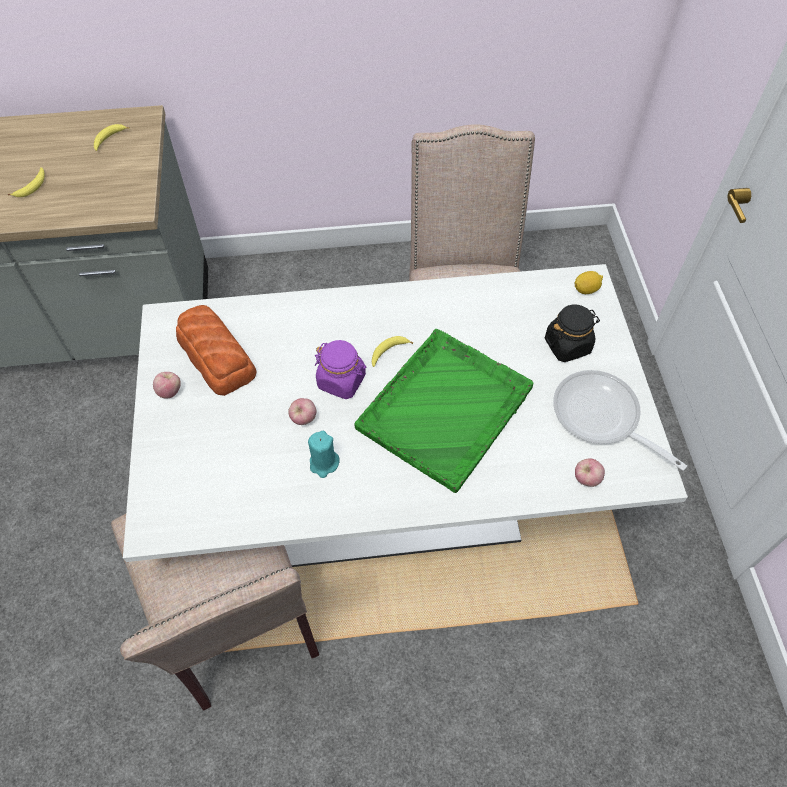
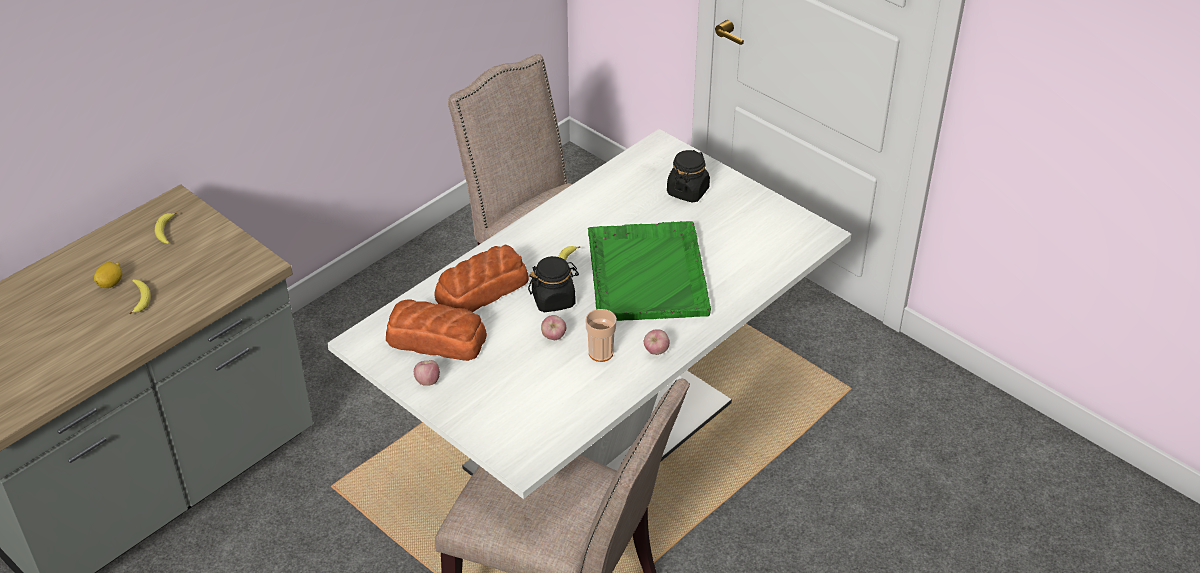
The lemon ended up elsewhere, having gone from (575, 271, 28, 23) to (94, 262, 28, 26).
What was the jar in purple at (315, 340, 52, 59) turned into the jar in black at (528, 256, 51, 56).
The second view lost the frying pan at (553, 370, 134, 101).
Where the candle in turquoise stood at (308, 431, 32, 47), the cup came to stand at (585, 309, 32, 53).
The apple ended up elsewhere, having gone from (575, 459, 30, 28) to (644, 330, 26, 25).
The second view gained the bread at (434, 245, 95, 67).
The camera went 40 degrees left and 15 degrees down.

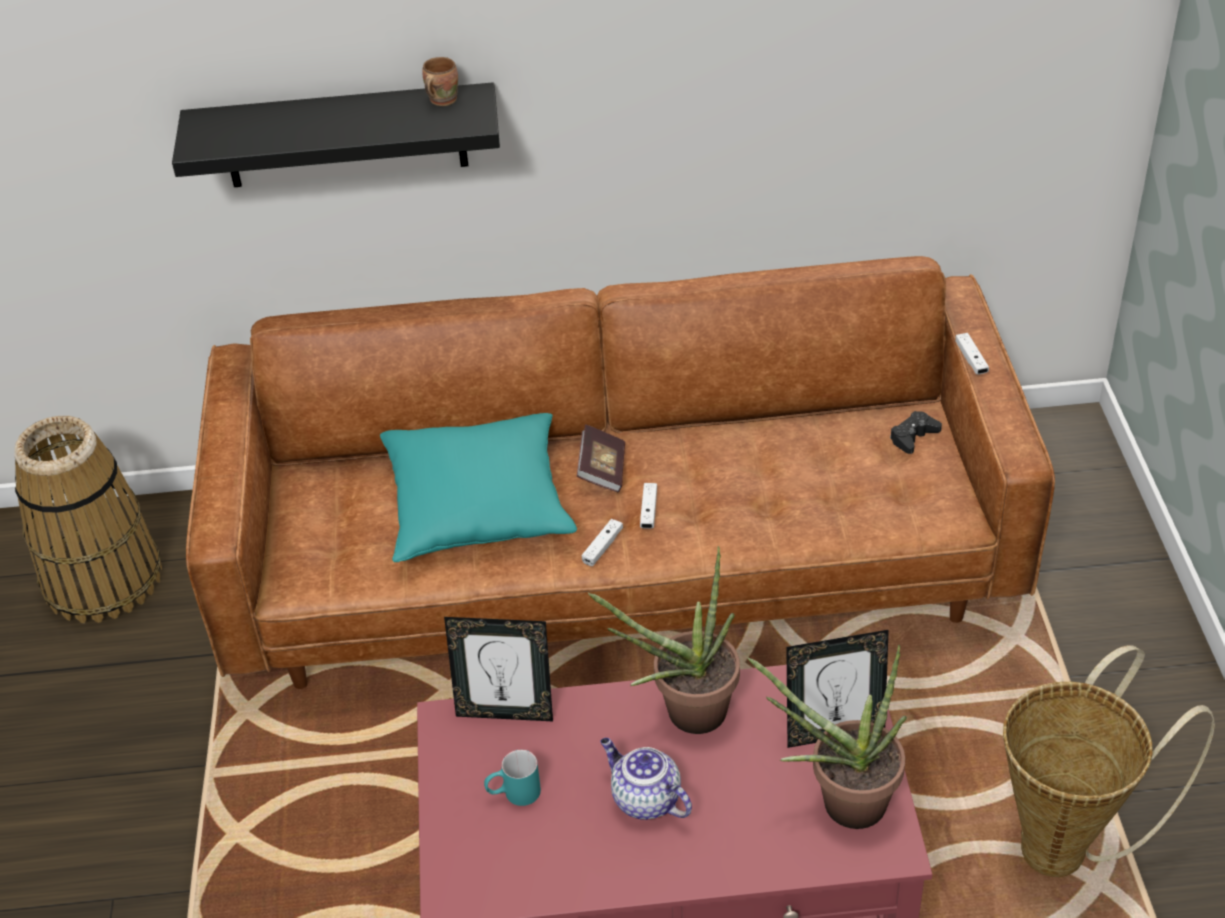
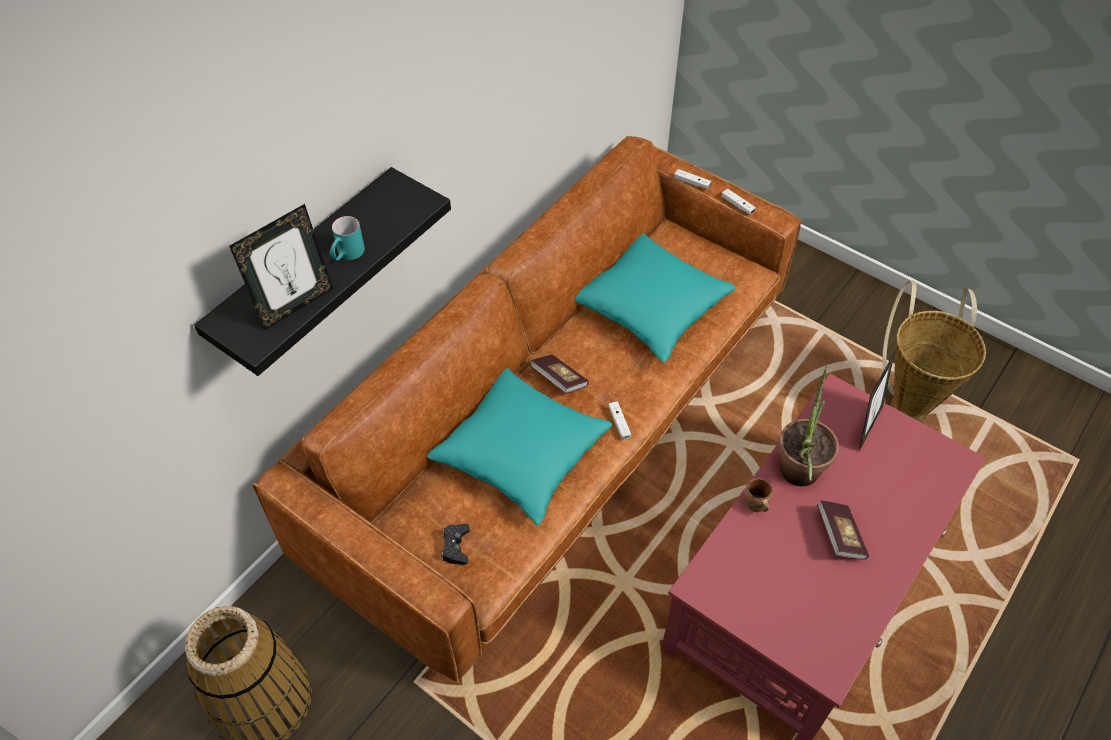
The mug in brown ended up elsewhere, having gone from (422, 57, 36, 49) to (745, 478, 27, 34).
The game controller in black ended up elsewhere, having gone from (890, 411, 52, 43) to (442, 524, 28, 41).
The game controller in white ended up elsewhere, having gone from (640, 483, 17, 46) to (722, 189, 34, 26).
The picture frame ended up elsewhere, having gone from (444, 617, 109, 104) to (229, 204, 104, 126).
The second view lost the potted plant at (747, 645, 160, 184).
Where the teapot stood at (600, 738, 92, 82), the book came to stand at (817, 500, 52, 60).
The mug in turquoise ended up elsewhere, having gone from (484, 750, 57, 56) to (329, 216, 36, 45).
The second view gained the pillow in turquoise at (575, 233, 161, 130).
The camera went 50 degrees left and 10 degrees up.

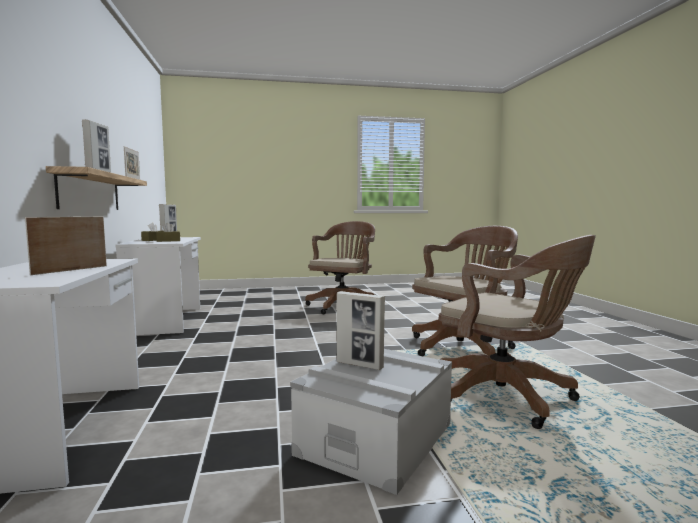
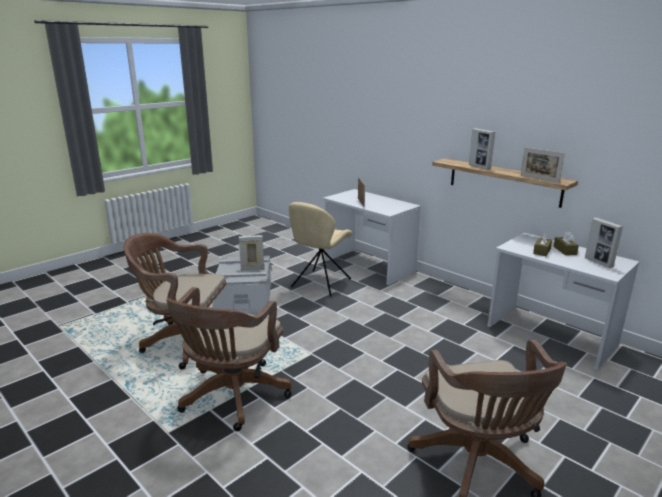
The second view gained the chair in beige at (289, 202, 63, 95).
The camera went 145 degrees right and 15 degrees up.

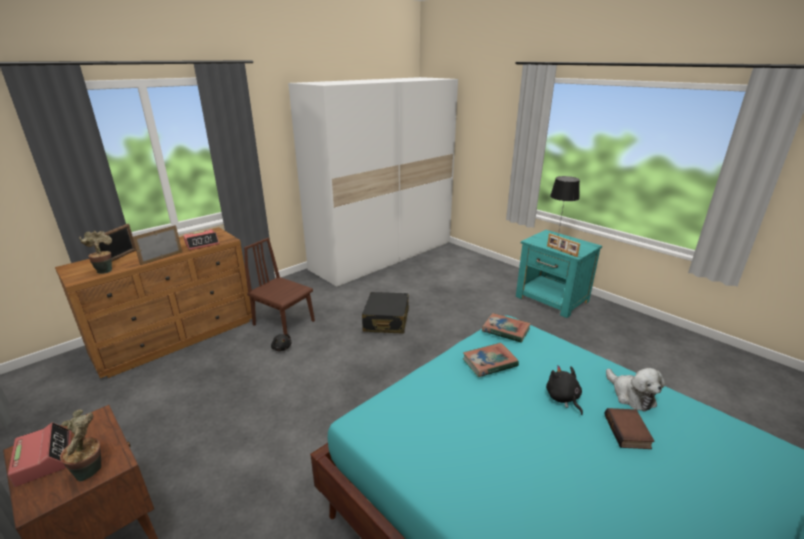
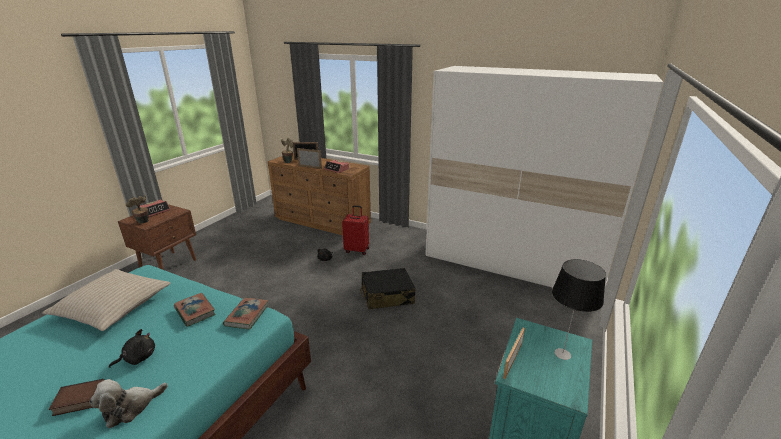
Where the chair in brown stood at (244, 238, 71, 97), the suitcase in red came to stand at (342, 205, 27, 50).
The second view gained the pillow in beige at (42, 269, 129, 62).
The camera went 70 degrees right and 0 degrees up.

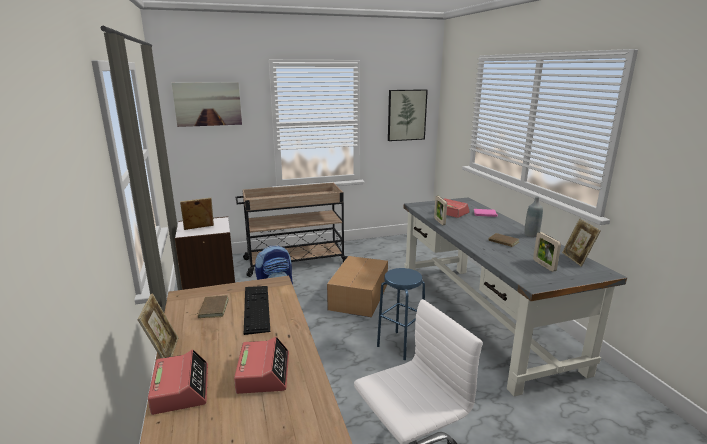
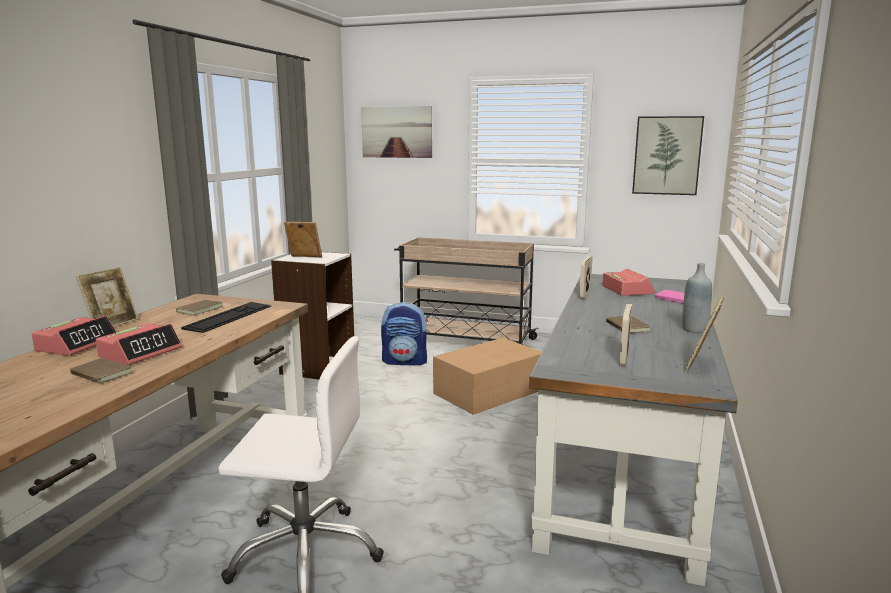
The second view lost the stool in blue at (377, 268, 48, 92).
The second view gained the book in brown at (70, 358, 62, 26).
The camera went 35 degrees right and 5 degrees down.

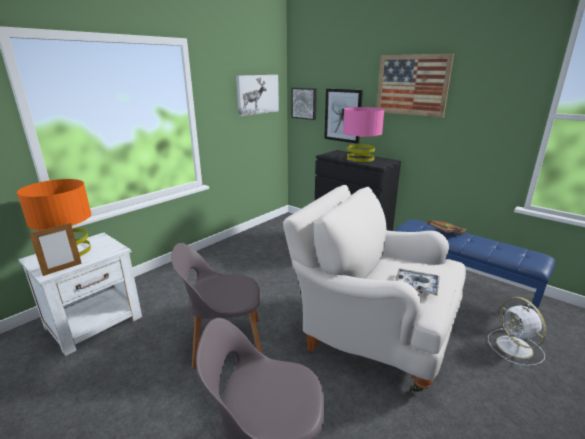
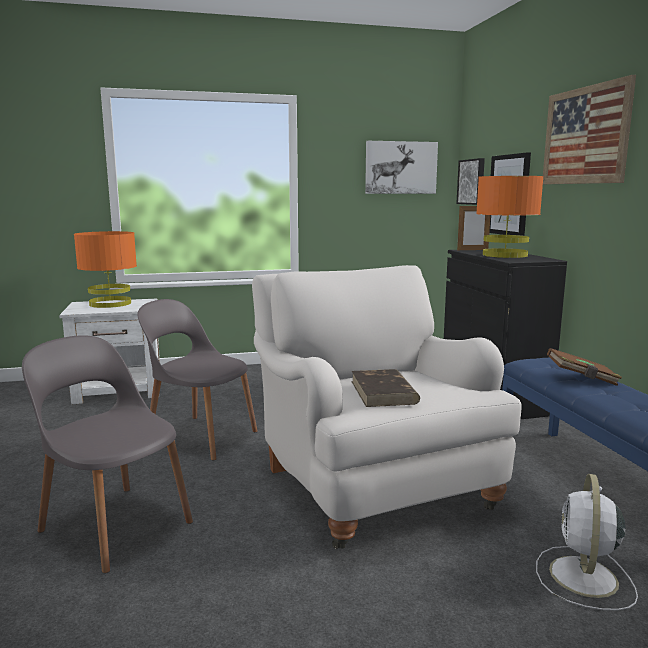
What was the table lamp in pink at (343, 107, 41, 55) turned into the table lamp in orange at (476, 176, 68, 82).
The picture frame ended up elsewhere, having gone from (29, 223, 53, 53) to (457, 204, 34, 46).
Where the tray stood at (395, 268, 45, 28), the book in brown came to stand at (351, 369, 69, 38).
The camera went 35 degrees right and 10 degrees down.

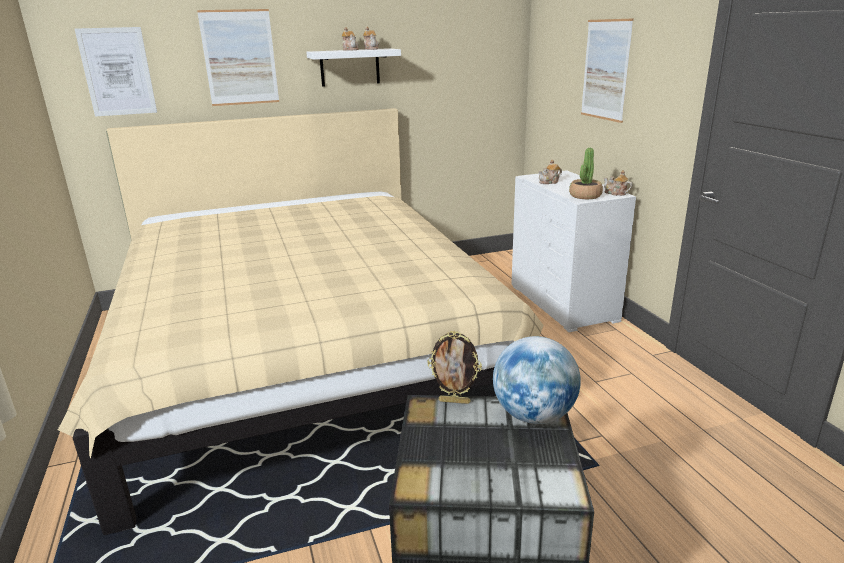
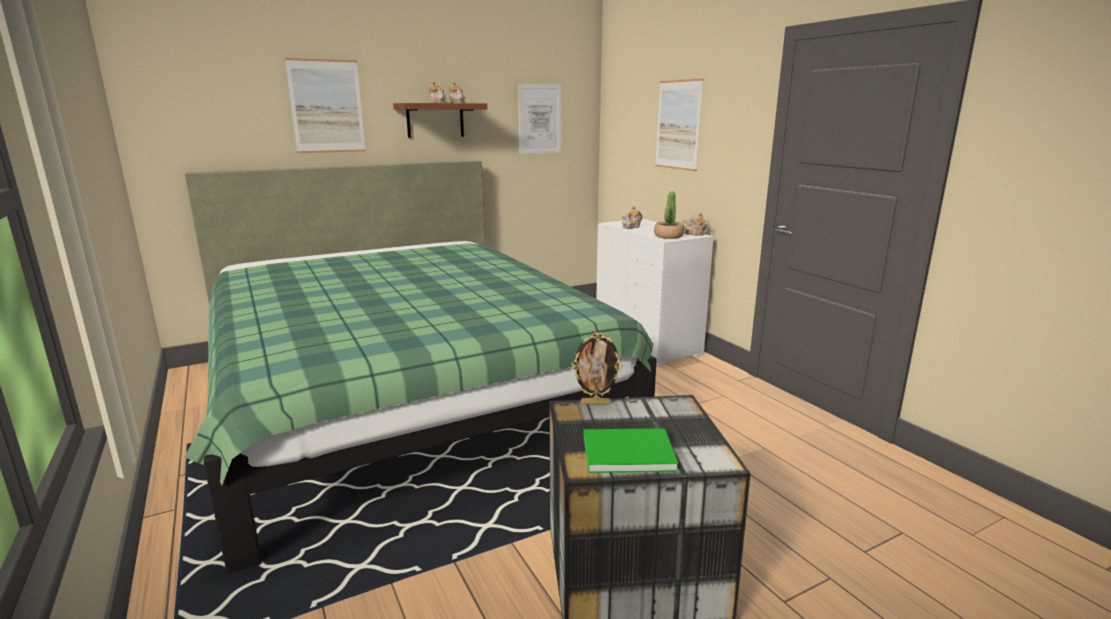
The picture ended up elsewhere, having gone from (75, 27, 82, 90) to (518, 84, 43, 70).
What was the shelf in white at (306, 48, 95, 39) turned into the shelf in brown at (393, 103, 94, 35).
What was the bed in beige at (58, 108, 486, 427) turned into the bed in green at (184, 161, 473, 413).
The second view lost the globe at (493, 336, 88, 88).
The second view gained the book in green at (584, 428, 94, 45).
The camera went 10 degrees left and 5 degrees down.

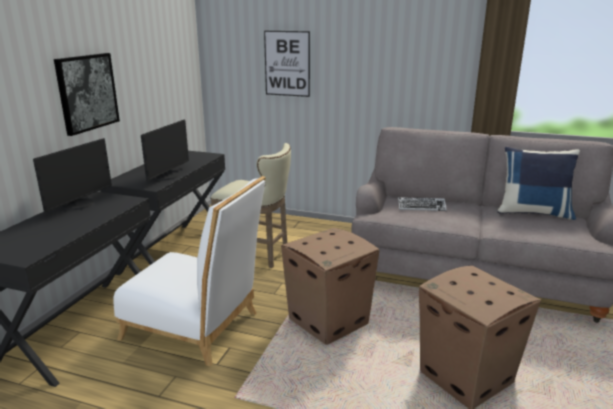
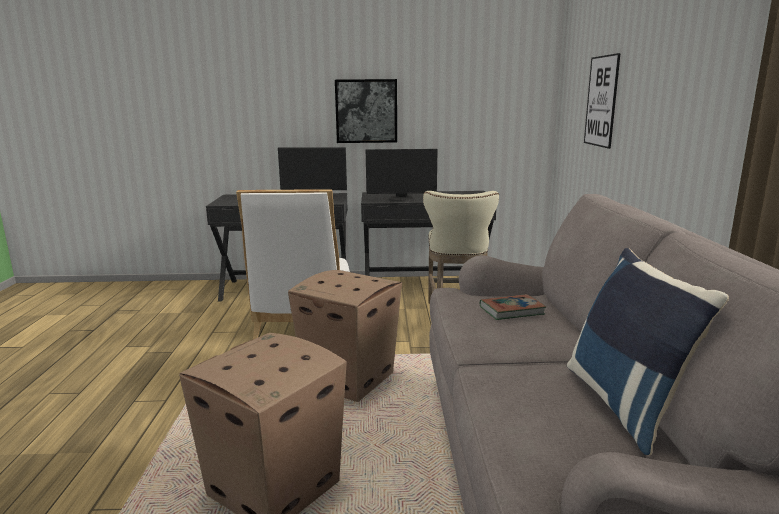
Where the keyboard stood at (398, 197, 49, 14), the book came to stand at (480, 294, 66, 26).
The camera went 70 degrees right and 5 degrees down.

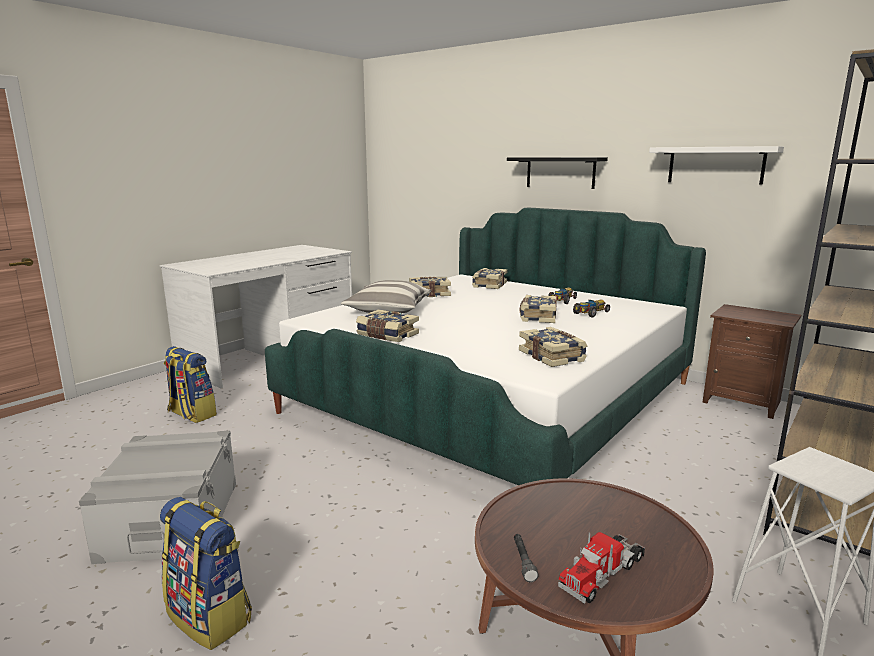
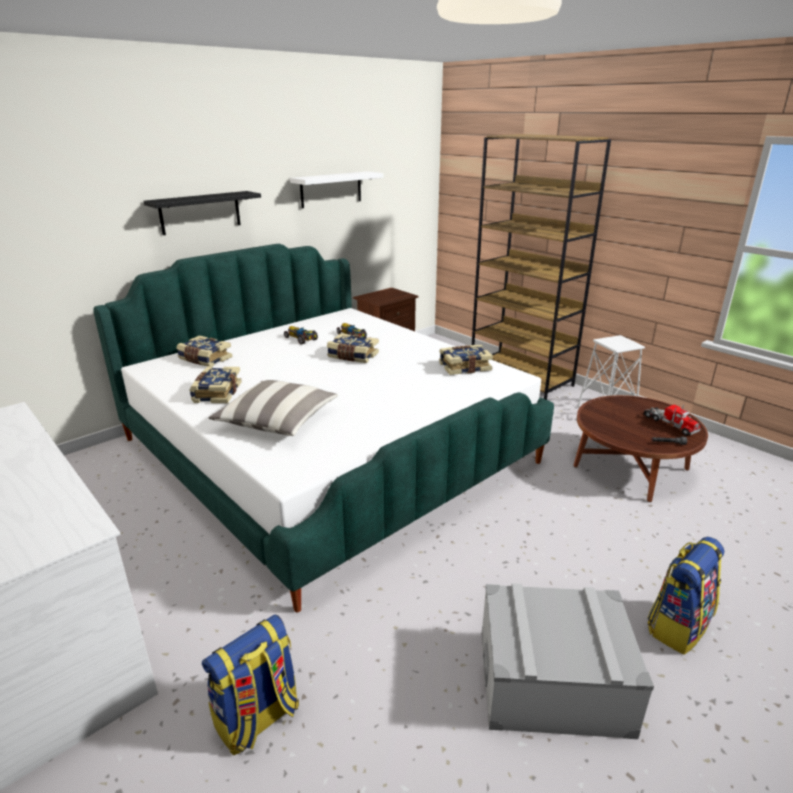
The second view lost the book at (356, 309, 63, 33).
The camera went 80 degrees left and 10 degrees up.

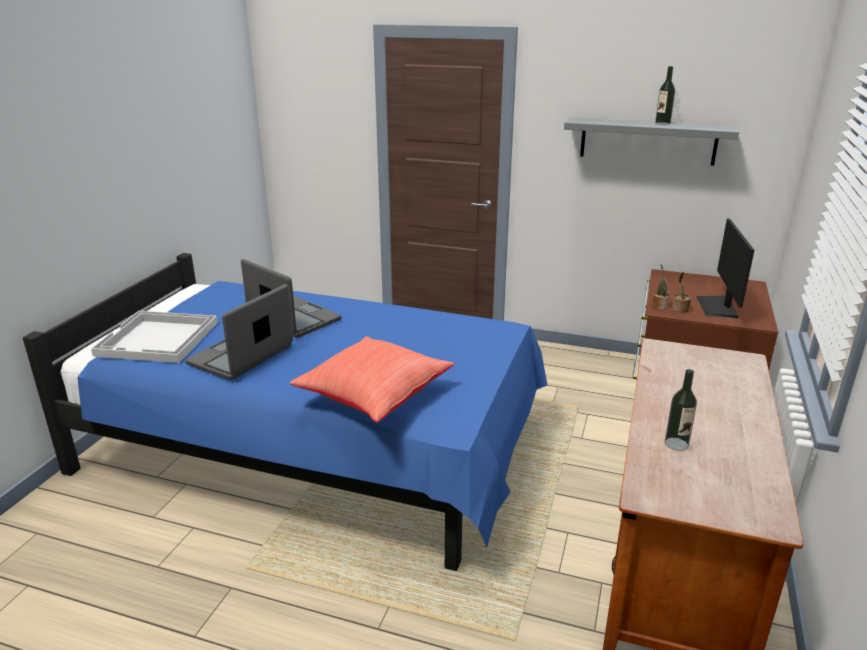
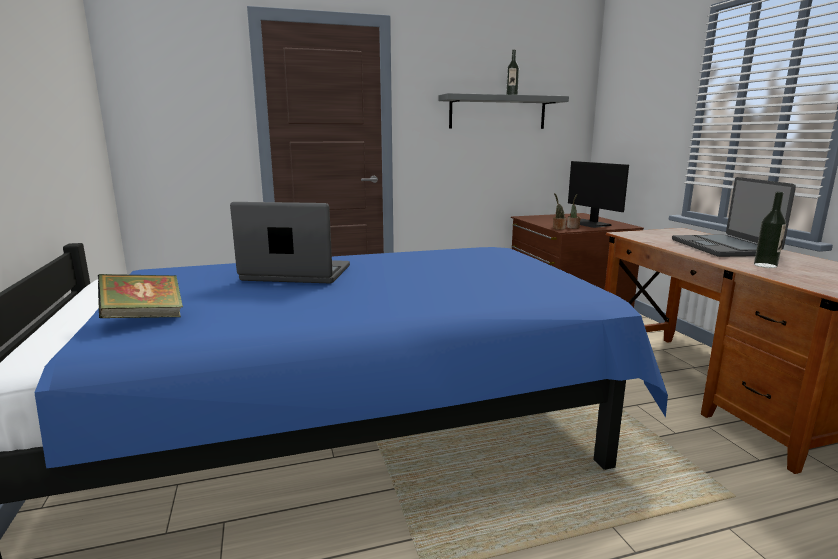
The laptop ended up elsewhere, having gone from (185, 284, 108, 96) to (672, 177, 124, 80).
Where the tray in white stood at (91, 311, 127, 52), the book came to stand at (98, 274, 85, 44).
The second view lost the pillow in red at (290, 336, 164, 87).
The camera went 35 degrees left and 10 degrees down.

